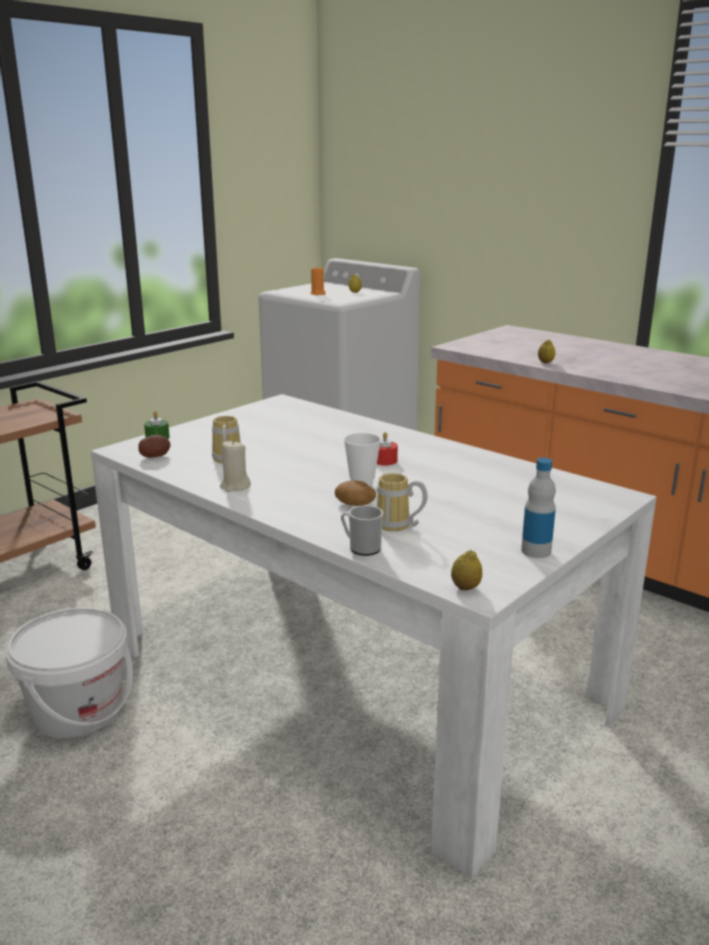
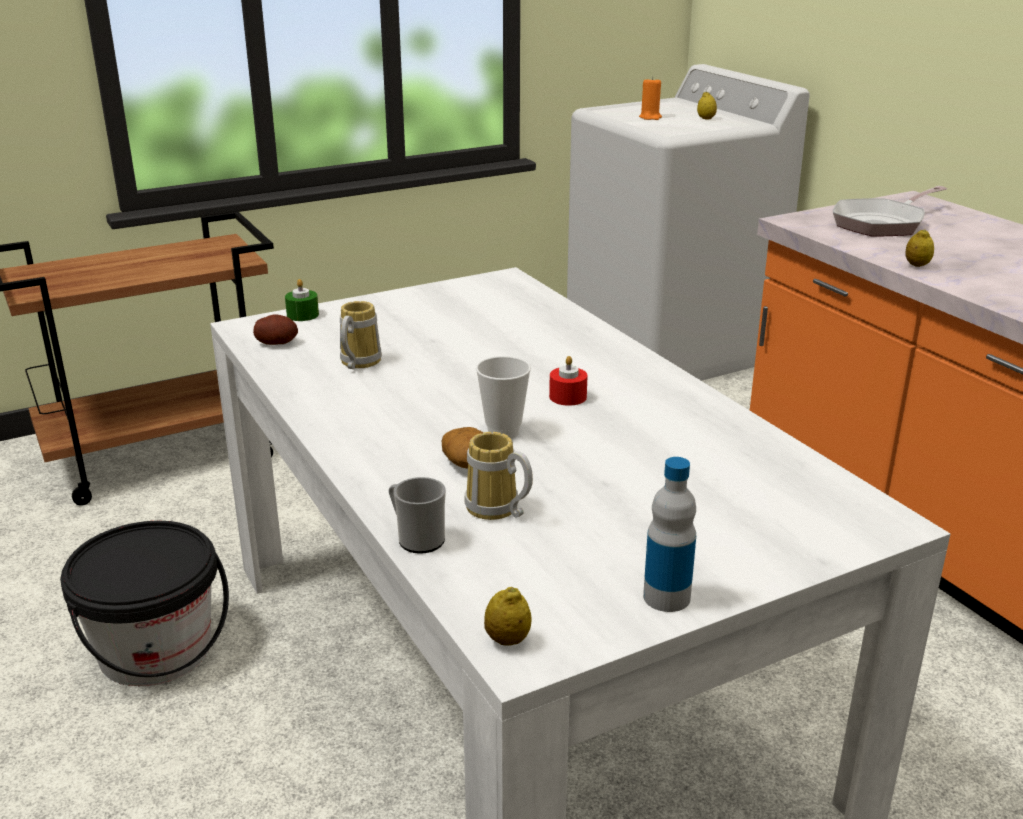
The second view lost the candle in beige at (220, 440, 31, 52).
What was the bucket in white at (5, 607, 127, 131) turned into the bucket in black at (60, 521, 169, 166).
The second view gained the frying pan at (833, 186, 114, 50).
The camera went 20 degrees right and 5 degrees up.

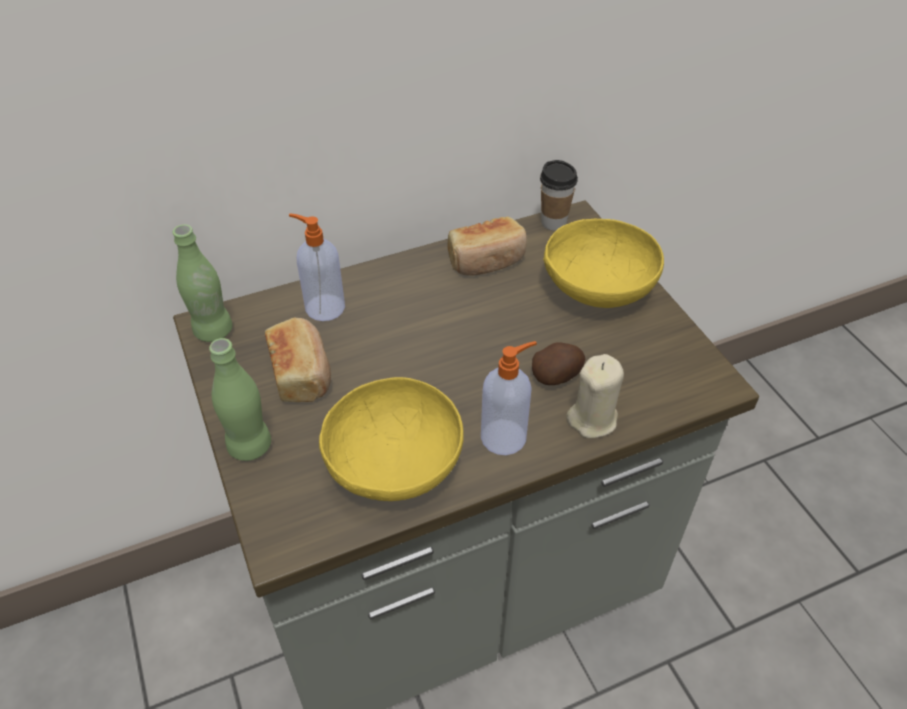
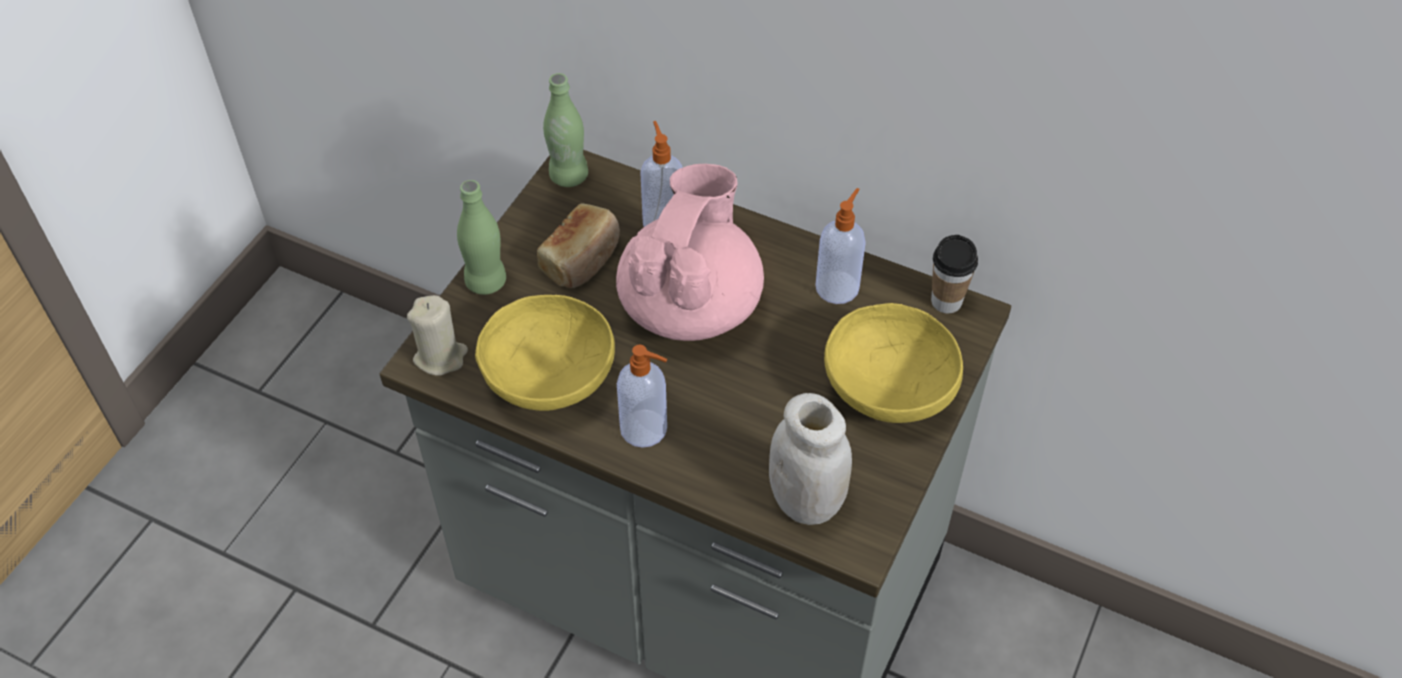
Where the bread stood at (447, 217, 80, 59), the soap dispenser came to stand at (815, 188, 51, 116).
The second view lost the potato at (532, 342, 53, 43).
The candle in beige ended up elsewhere, having gone from (566, 354, 58, 84) to (407, 295, 61, 80).
The second view gained the teapot in pink at (616, 164, 148, 177).
The second view gained the jar in white at (769, 393, 83, 132).
The camera went 50 degrees right and 5 degrees up.

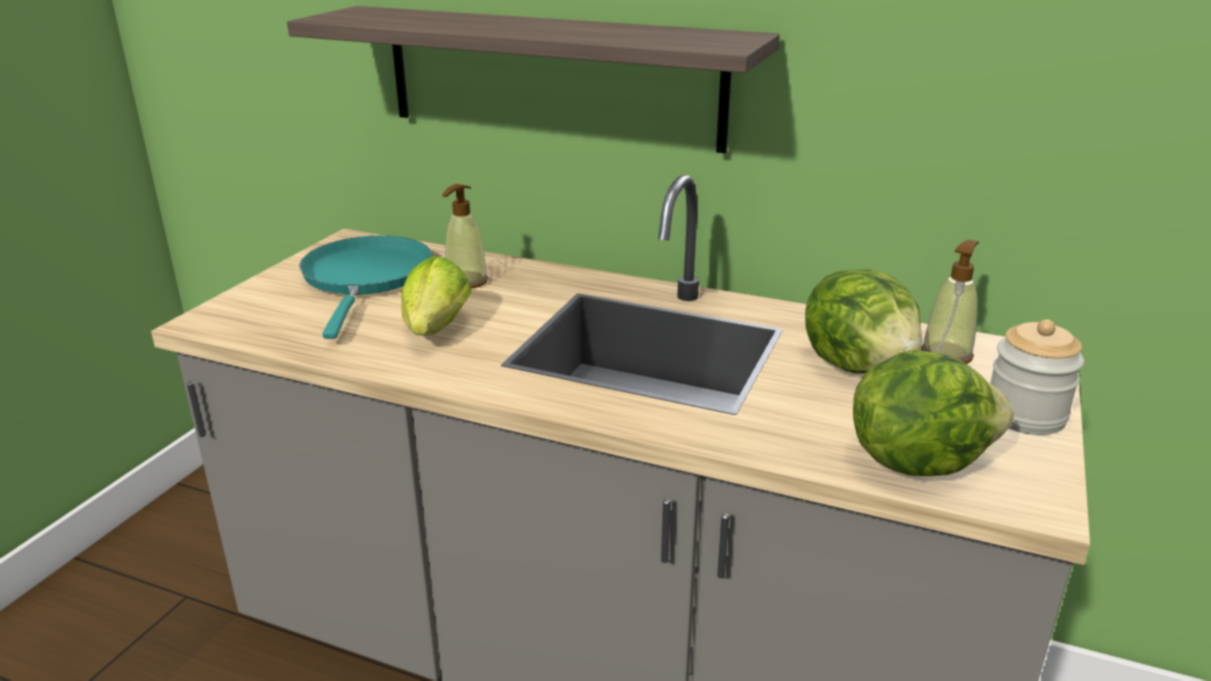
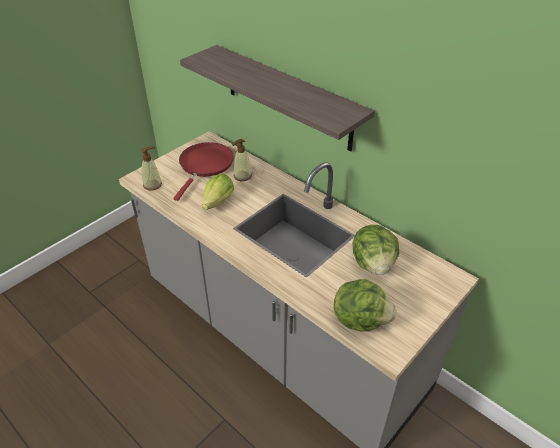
What was the frying pan in turquoise at (299, 236, 134, 103) turned into the frying pan in red at (173, 142, 61, 59).
The soap dispenser ended up elsewhere, having gone from (921, 240, 58, 124) to (141, 146, 21, 45).
The second view lost the jar at (990, 319, 94, 116).
The camera went 20 degrees right and 15 degrees up.

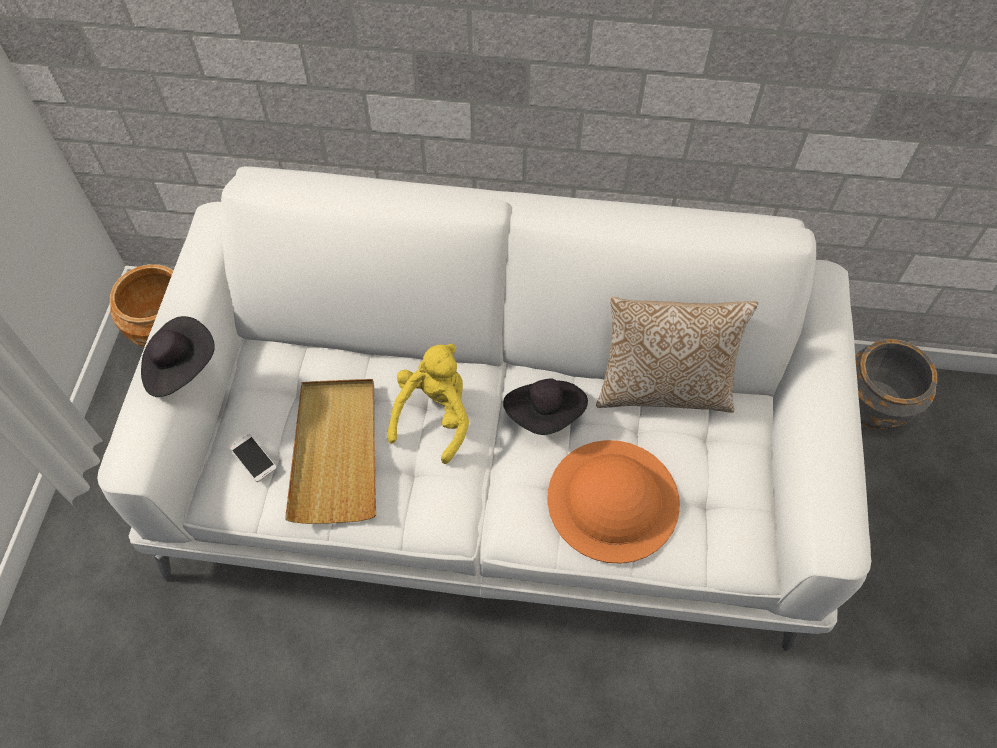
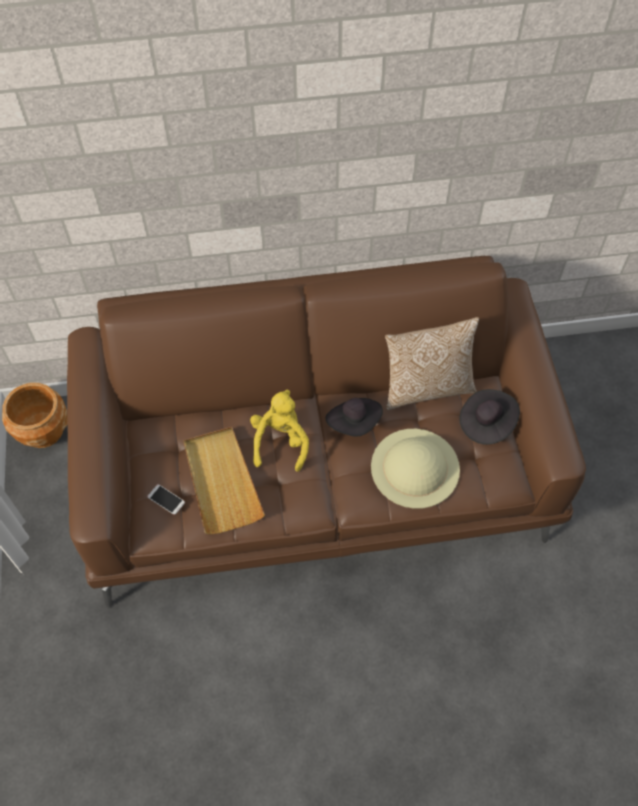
What was the sofa in white at (97, 166, 774, 485) turned into the sofa in brown at (67, 256, 519, 352).
The hat in black ended up elsewhere, having gone from (141, 316, 74, 81) to (460, 389, 60, 56).
The second view lost the planter in grey at (855, 339, 82, 91).
What was the hat in orange at (547, 440, 133, 124) turned into the hat in beige at (371, 429, 89, 80).
The camera went 15 degrees left and 0 degrees up.

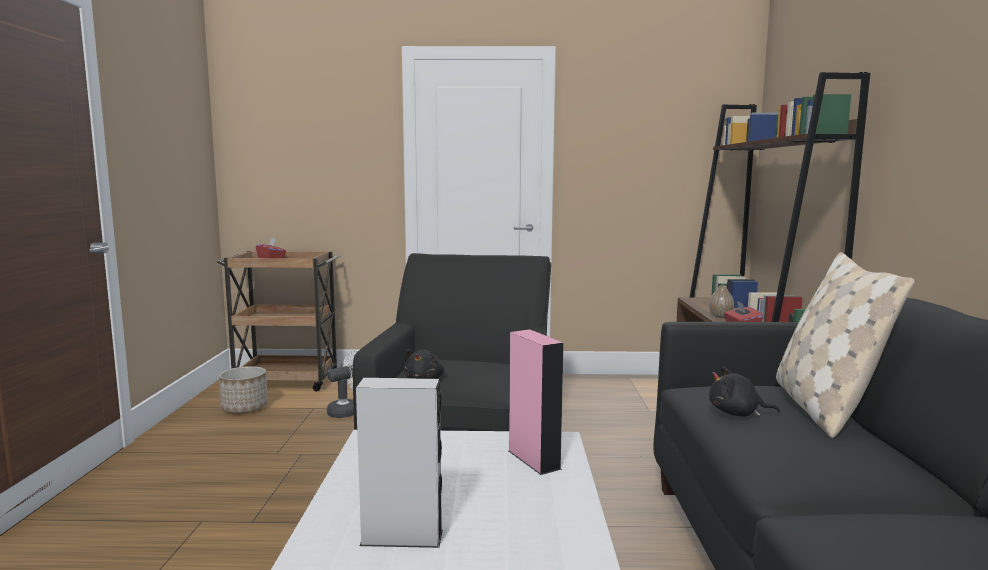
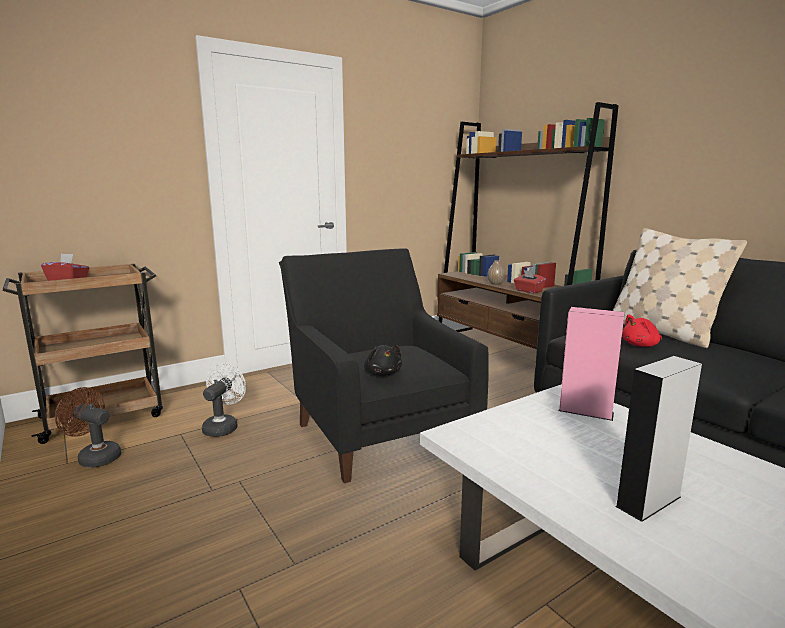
Where the planter stood at (219, 366, 49, 47), the fan in brown came to stand at (55, 387, 66, 81).
What was the plush toy in black at (709, 366, 71, 51) turned into the plush toy in red at (622, 314, 40, 33).
The camera went 35 degrees left and 5 degrees up.

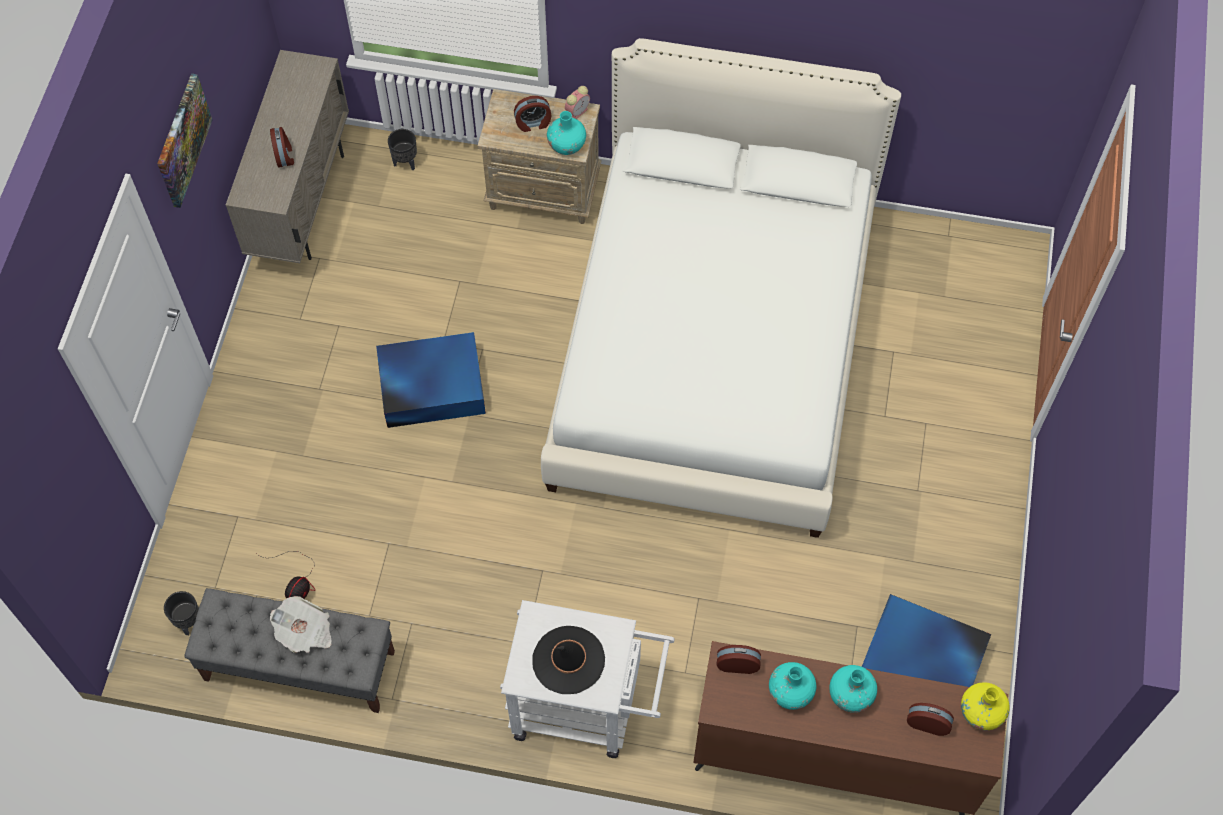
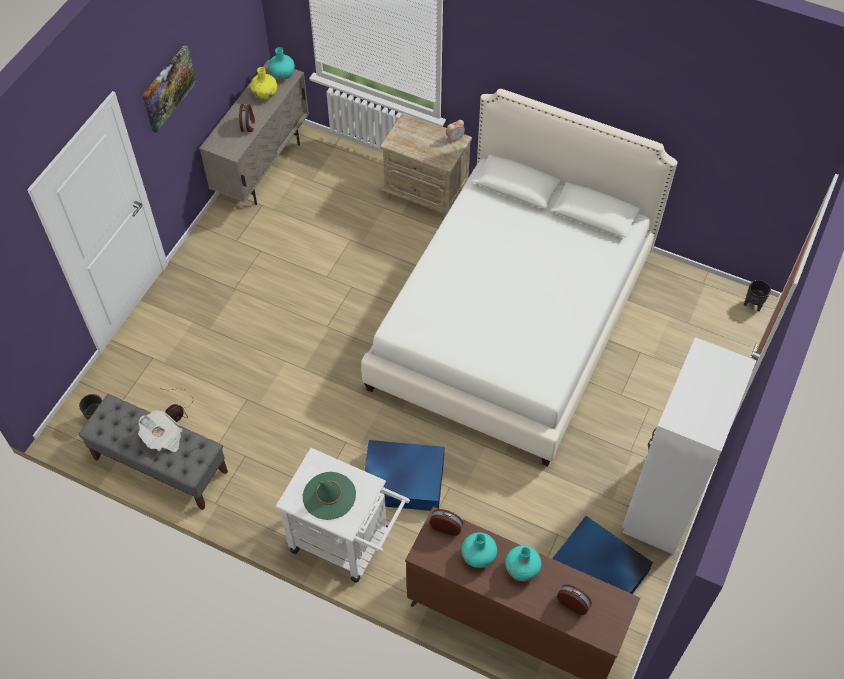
The second view lost the alarm clock at (514, 96, 37, 36).
The vase in turquoise ended up elsewhere, having gone from (547, 111, 39, 44) to (268, 47, 27, 33).
The planter in black ended up elsewhere, having gone from (388, 129, 29, 41) to (744, 280, 27, 32).
The storage box in blue ended up elsewhere, having gone from (376, 332, 110, 96) to (364, 440, 80, 71).
What was the hat in black at (532, 626, 73, 68) turned into the hat in green at (303, 472, 53, 48).
The vase in yellow ended up elsewhere, having gone from (961, 682, 49, 48) to (250, 67, 27, 33).
The second view gained the wardrobe in white at (622, 337, 134, 218).
The camera went 15 degrees right and 5 degrees down.

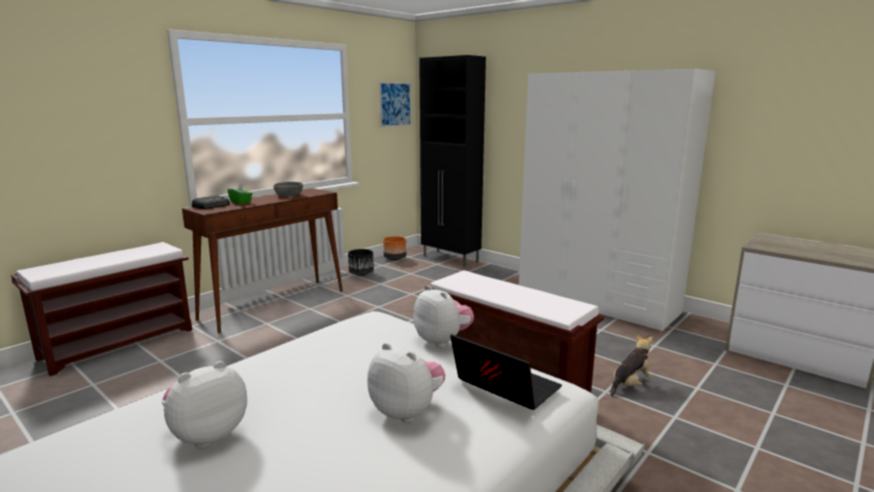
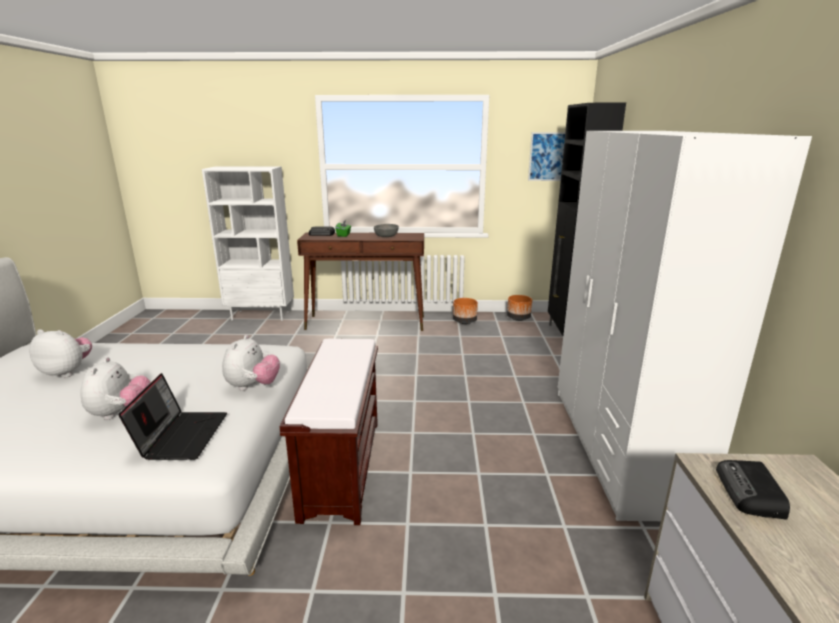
Where the bench in brown stood at (11, 242, 181, 134), the bookcase in white came to stand at (202, 166, 92, 155).
What was the planter in black at (348, 249, 26, 27) turned into the planter in orange at (453, 298, 25, 26).
The second view lost the plush toy at (610, 334, 43, 63).
The second view gained the radio at (716, 460, 74, 60).
The camera went 50 degrees right and 5 degrees up.

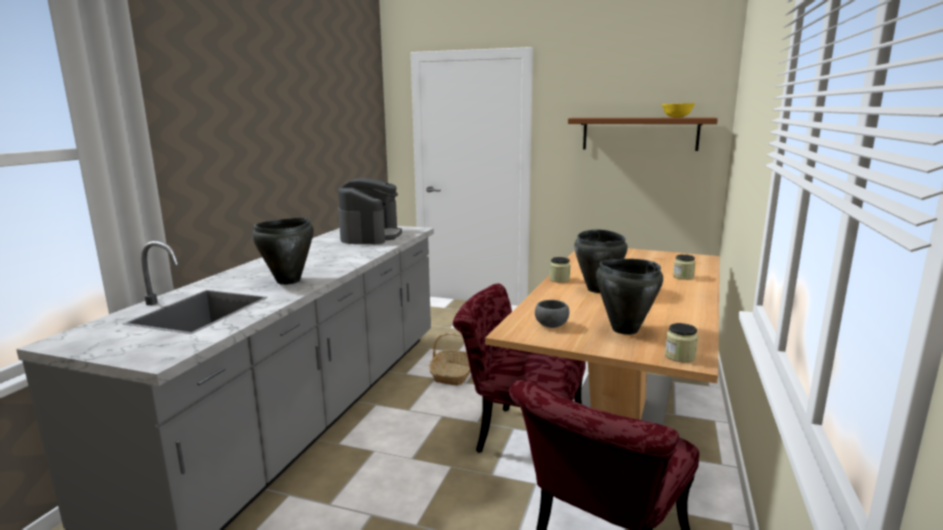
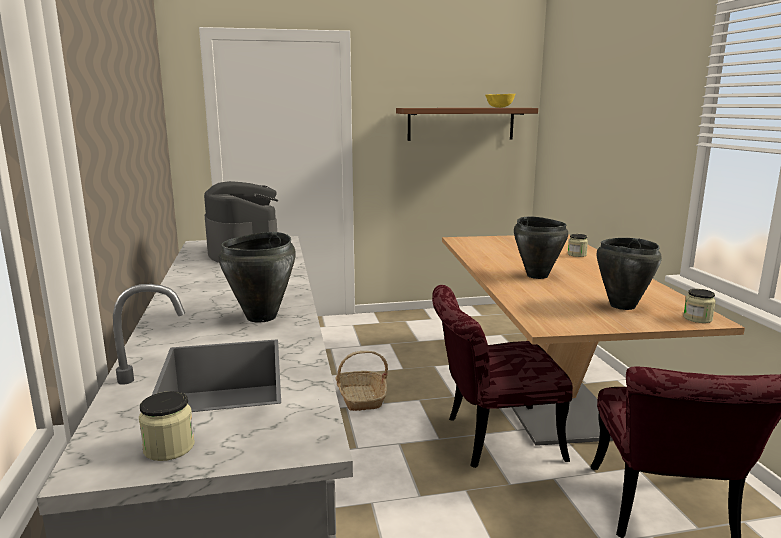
The jar ended up elsewhere, having gone from (550, 257, 20, 26) to (139, 391, 56, 70).
The second view lost the bowl in grey at (535, 300, 34, 28).
The camera went 30 degrees left and 0 degrees up.

